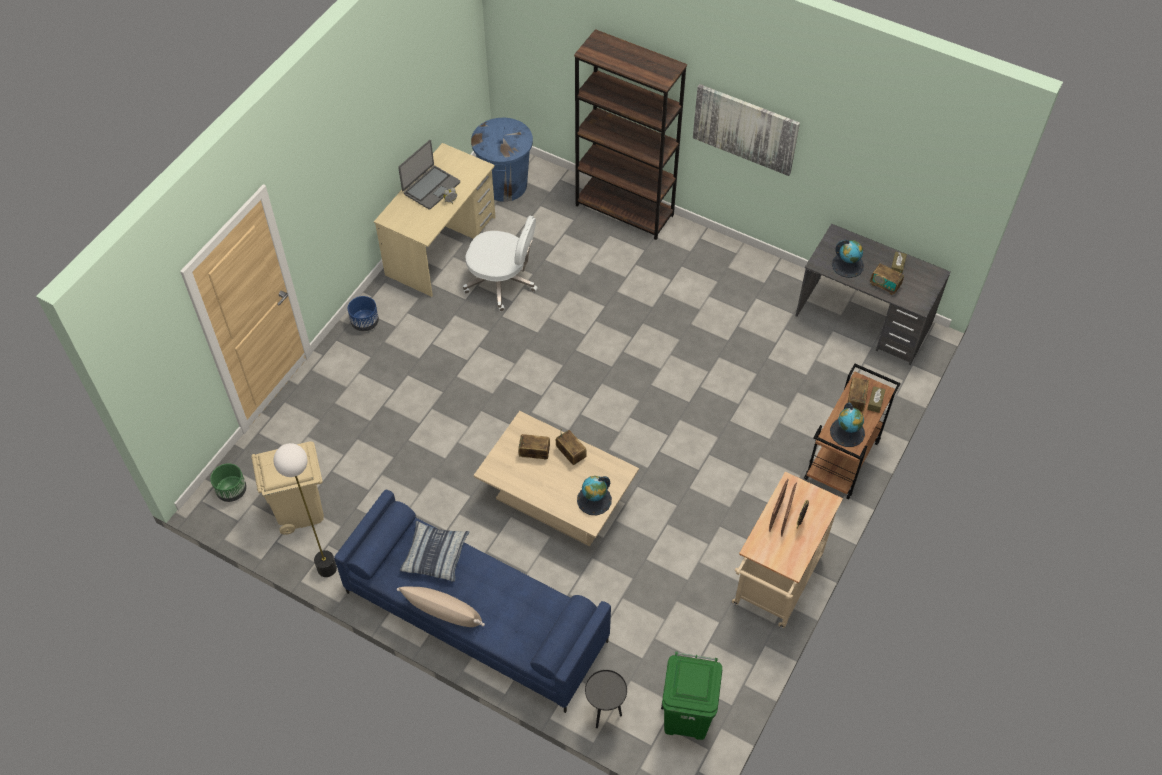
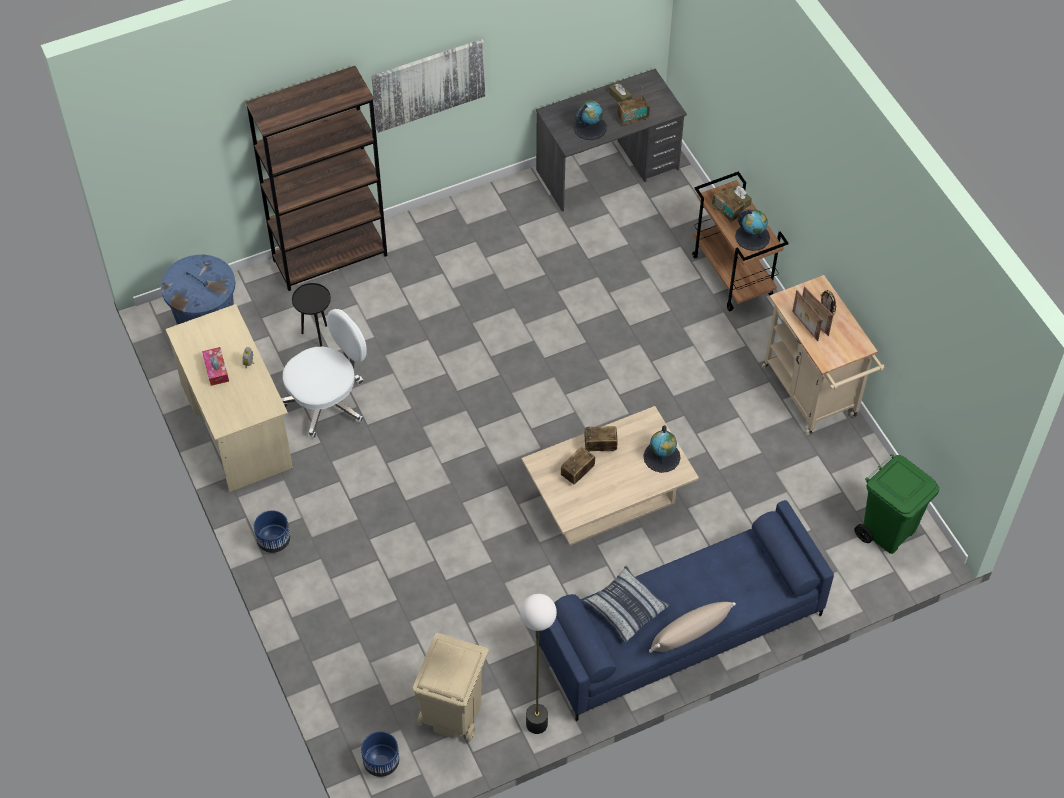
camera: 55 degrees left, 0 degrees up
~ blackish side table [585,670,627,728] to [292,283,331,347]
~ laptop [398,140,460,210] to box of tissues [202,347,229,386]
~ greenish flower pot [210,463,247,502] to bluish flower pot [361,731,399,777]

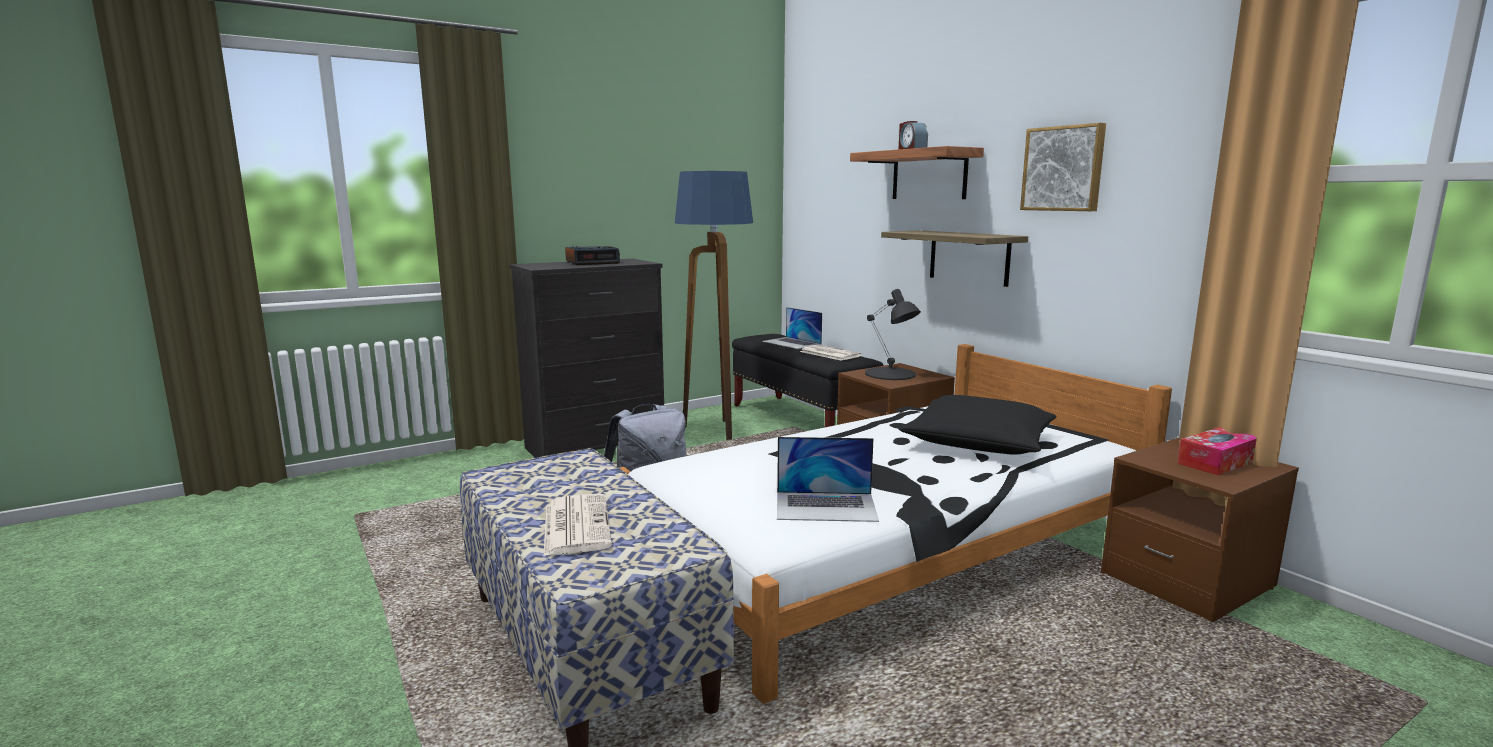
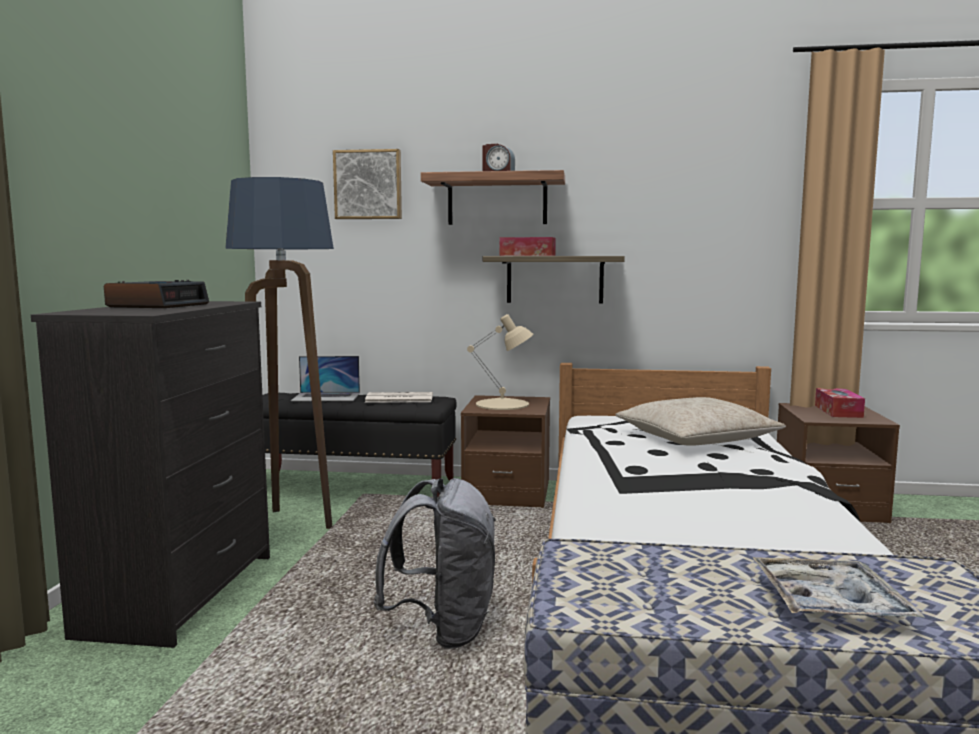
camera: 50 degrees left, 5 degrees down
- laptop [777,437,879,522]
+ box of tissues [499,237,556,256]
~ wall picture [1020,123,1106,211] to [333,149,402,219]
~ newspaper [543,494,612,556] to serving tray [752,557,925,618]
~ blackish lamp for a table [865,289,921,380] to sand-coloured lamp for a table [467,314,534,410]
~ blackish throw pillow [899,395,1056,455] to sand-coloured throw pillow [615,397,786,446]

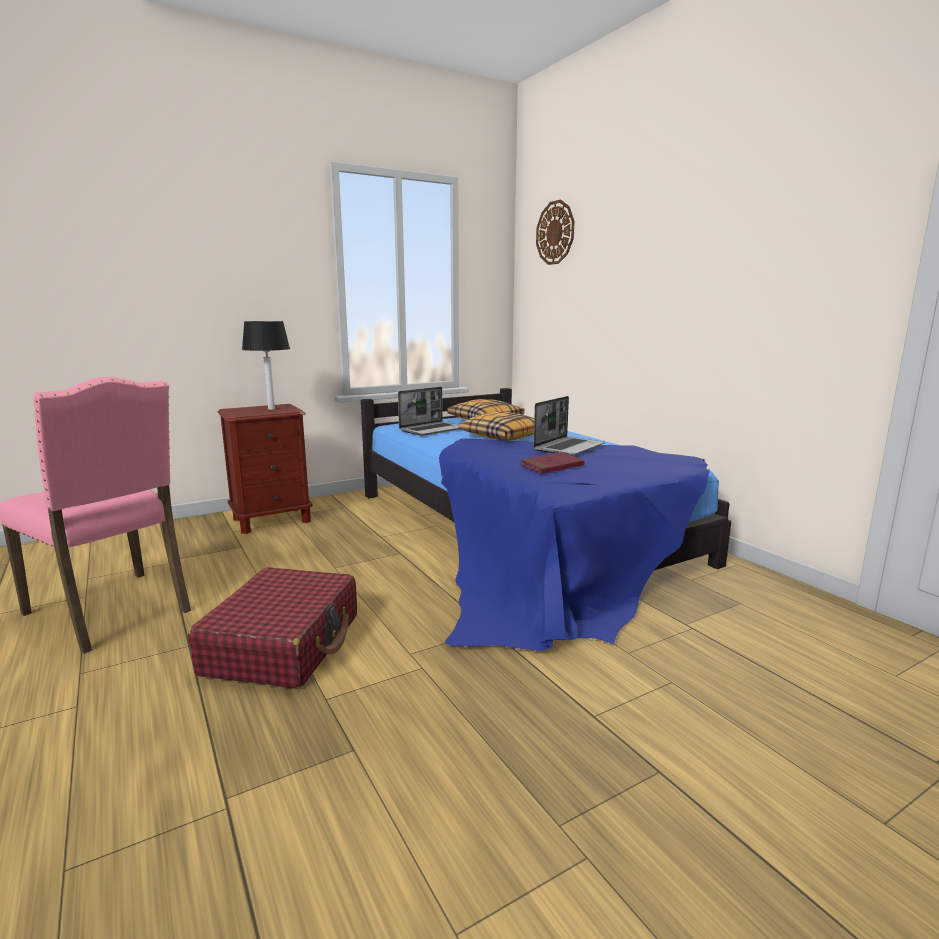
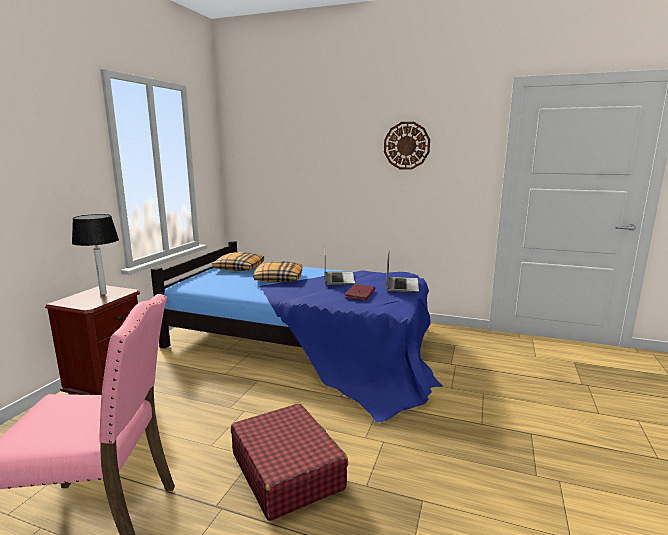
camera: 40 degrees left, 0 degrees up
~ laptop [398,387,459,436] to [386,252,419,293]
~ hanging clock [536,200,574,265] to [384,122,430,170]

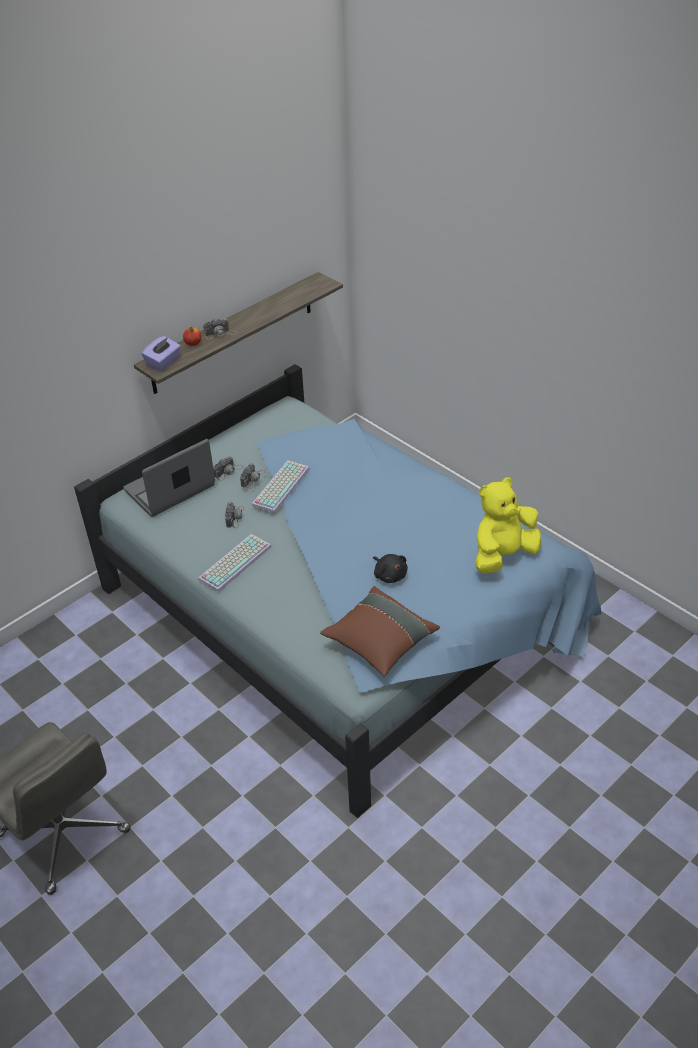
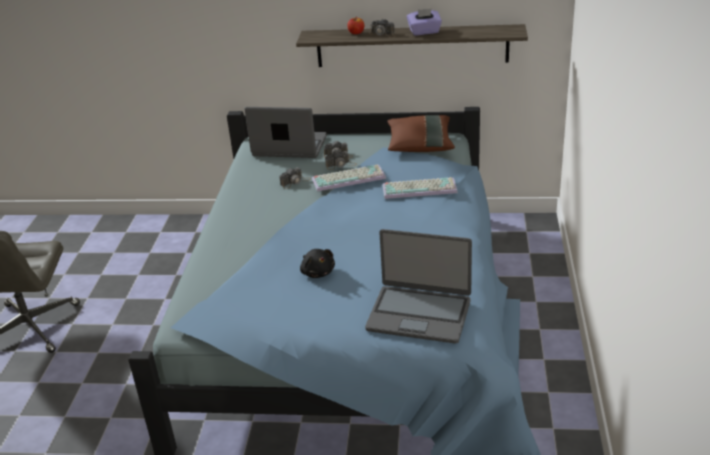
camera: 50 degrees right, 10 degrees down
~ purple box of tissues [142,336,181,371] to [407,8,442,36]
~ PC keyboard [198,534,272,592] to [383,177,458,199]
~ brown throw pillow [320,586,440,677] to [387,115,455,152]
~ yellow-coloured cuddly toy [475,477,541,573] to laptop [365,229,472,344]
~ blackish cuddly toy [373,554,408,583] = [300,249,335,278] 45 degrees counterclockwise

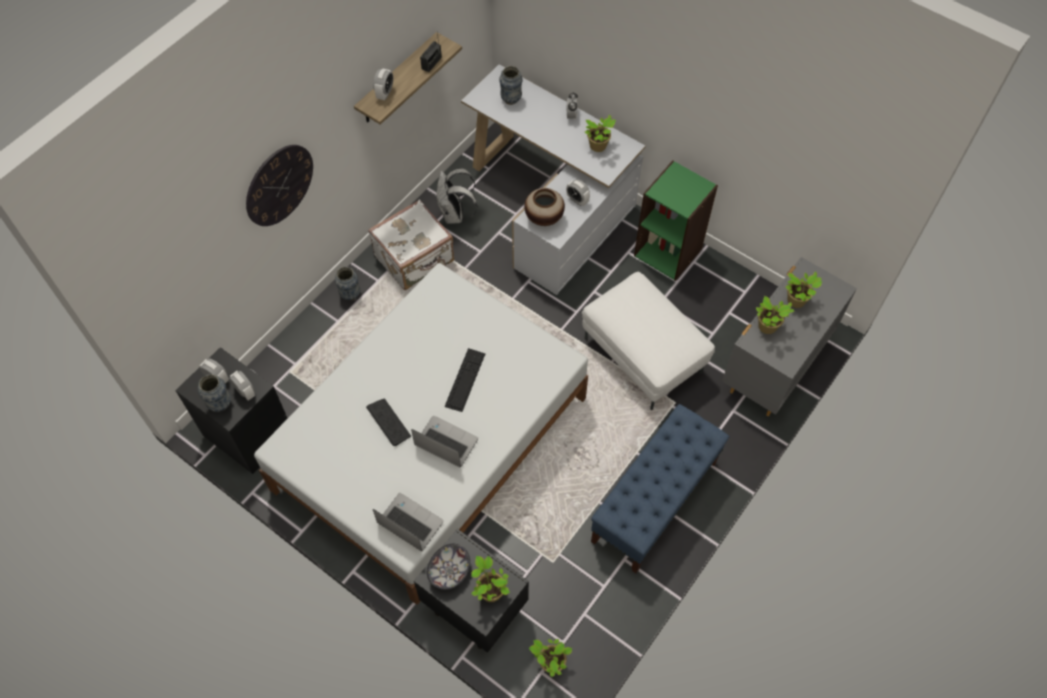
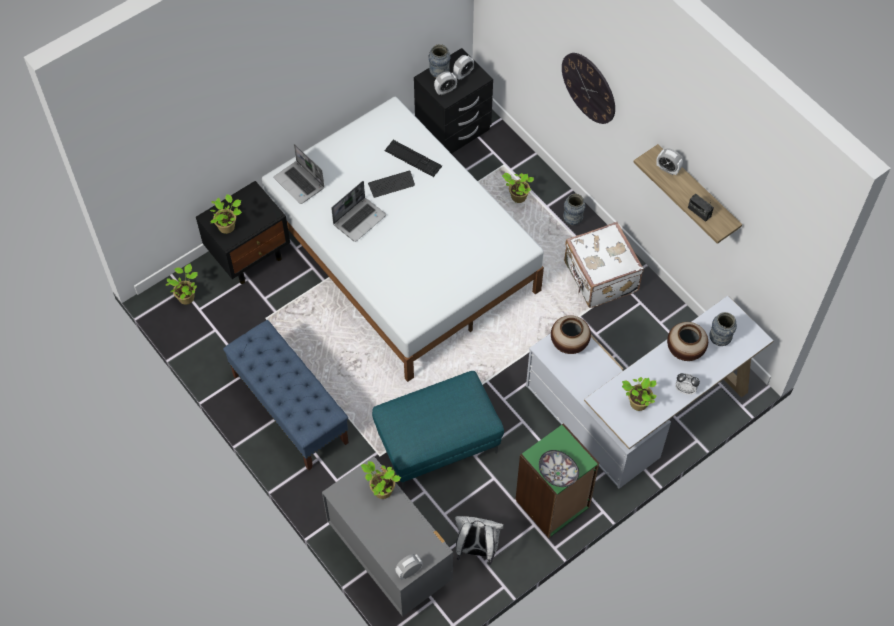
camera: 105 degrees right, 0 degrees up
+ decorative vase [667,322,708,361]
~ bowl [427,544,470,590] to [539,450,579,487]
~ white-coloured knapsack [436,168,478,224] to [455,516,504,565]
~ PC keyboard [445,348,485,412] to [384,140,442,177]
~ alarm clock [566,179,590,207] to [395,554,423,580]
~ plant in a pot [786,271,822,308] to [502,173,534,203]
~ white-coloured pouffe [582,272,715,410] to turquoise pouffe [372,371,504,489]
~ laptop [373,493,444,551] = [273,144,324,204] 90 degrees clockwise

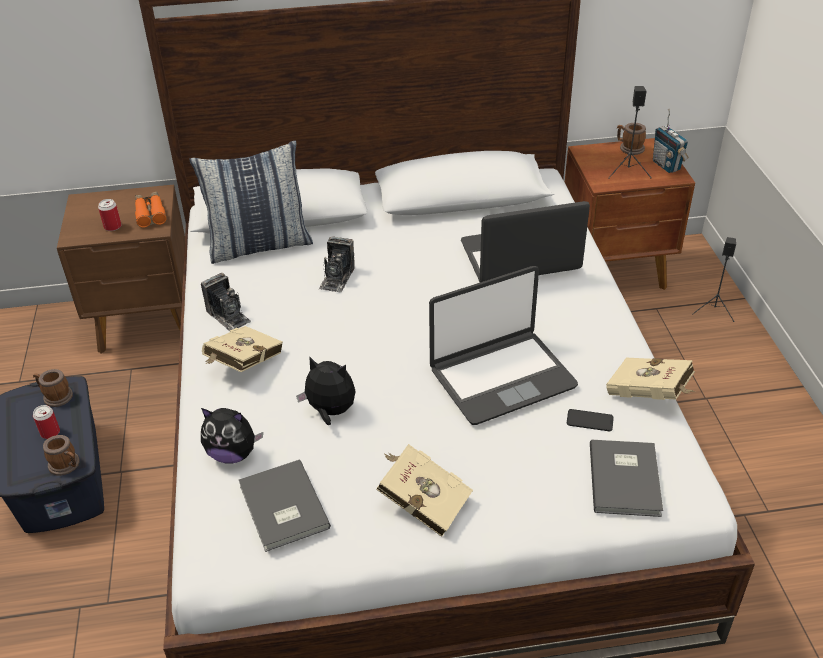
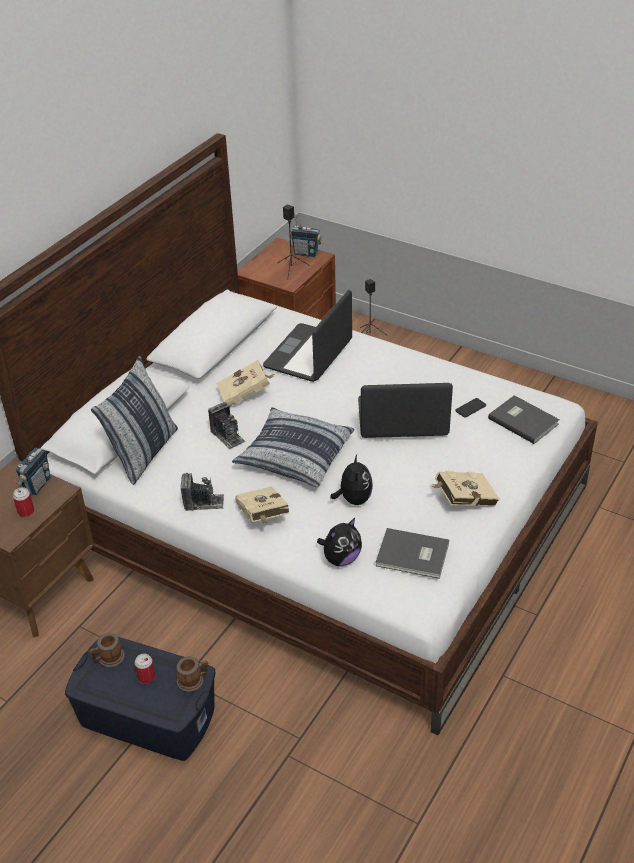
camera: 50 degrees left, 0 degrees up
- coffee mug [617,123,646,155]
+ throw pillow [232,407,354,487]
~ sand-coloured book [606,358,696,400] to [216,360,275,407]
~ orangey pair of binoculars [135,192,167,228] to radio receiver [14,448,50,495]
~ cuddly toy [296,357,356,425] = [330,454,373,505] 120 degrees clockwise
~ laptop [429,266,578,425] = [358,383,453,438] 105 degrees counterclockwise

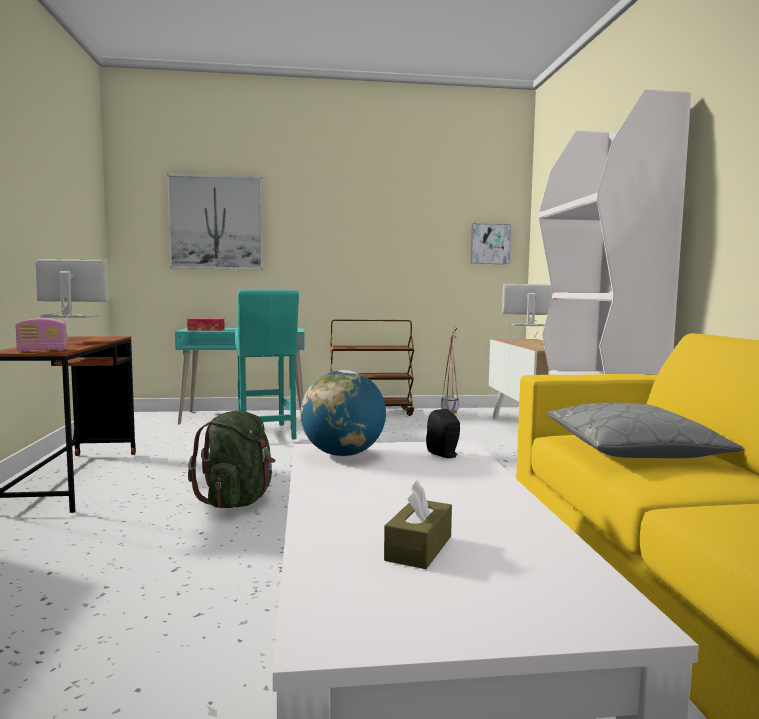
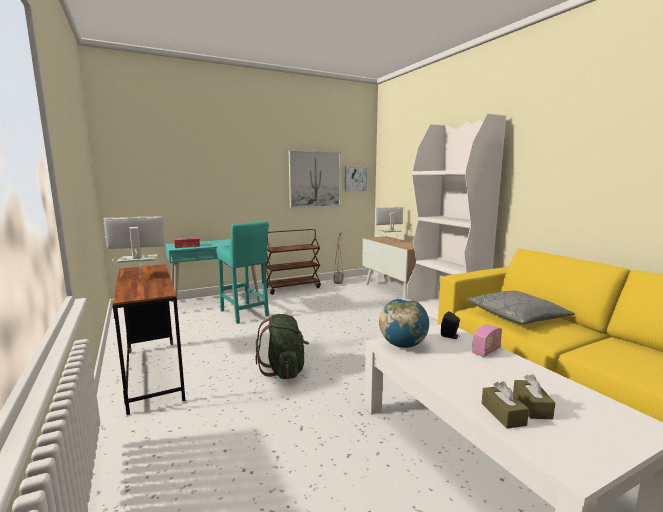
camera: 20 degrees left, 5 degrees up
+ brown box of tissues [482,381,529,429]
~ radio receiver [15,318,67,352] to [472,325,502,357]
~ wall picture [167,174,263,270] to [289,150,341,208]

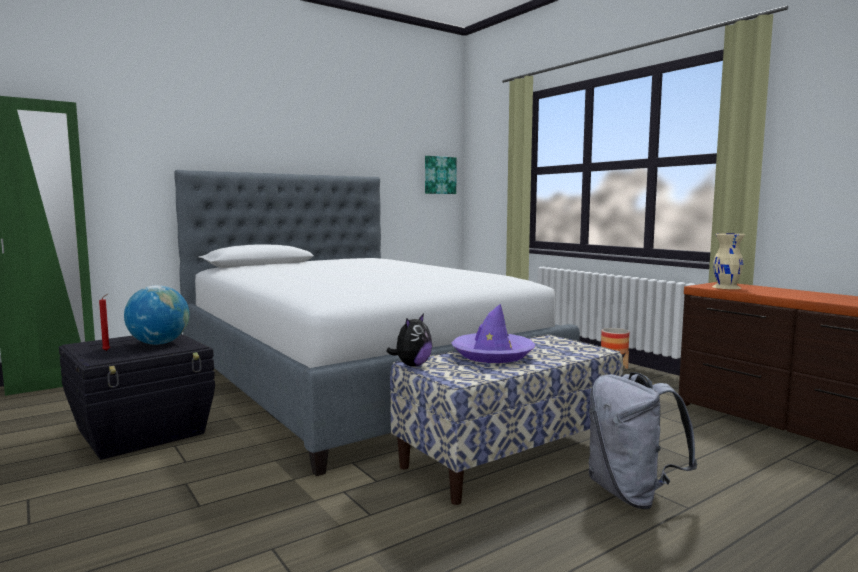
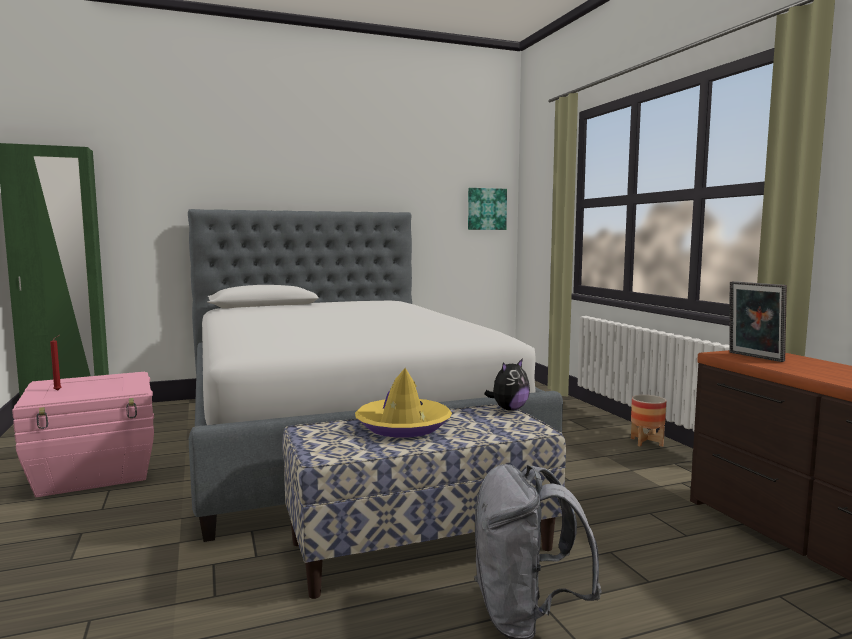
camera: 15 degrees right, 0 degrees up
- globe [124,285,189,345]
~ cuddly toy [386,313,432,367] to [485,358,530,411]
~ sand-coloured decorative vase [712,233,745,289] to standing frame [729,281,787,362]
~ blackish storage bin [59,334,215,460] to pink-coloured storage bin [12,372,154,497]
~ purple hat [451,303,535,363] to yellow-coloured hat [355,368,452,438]

